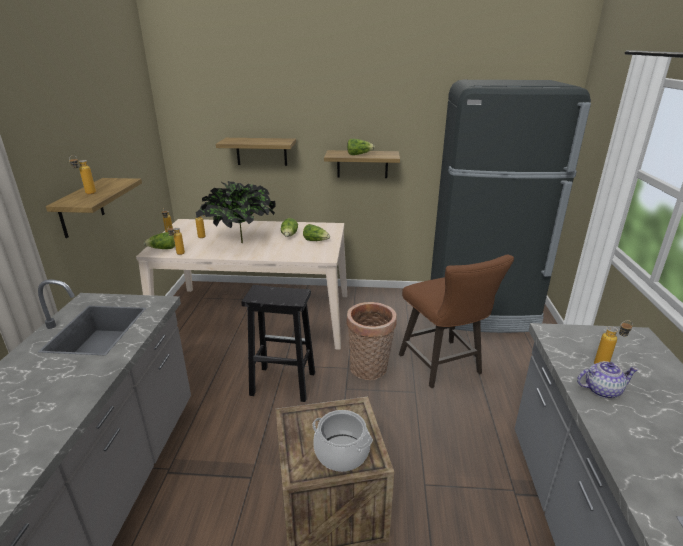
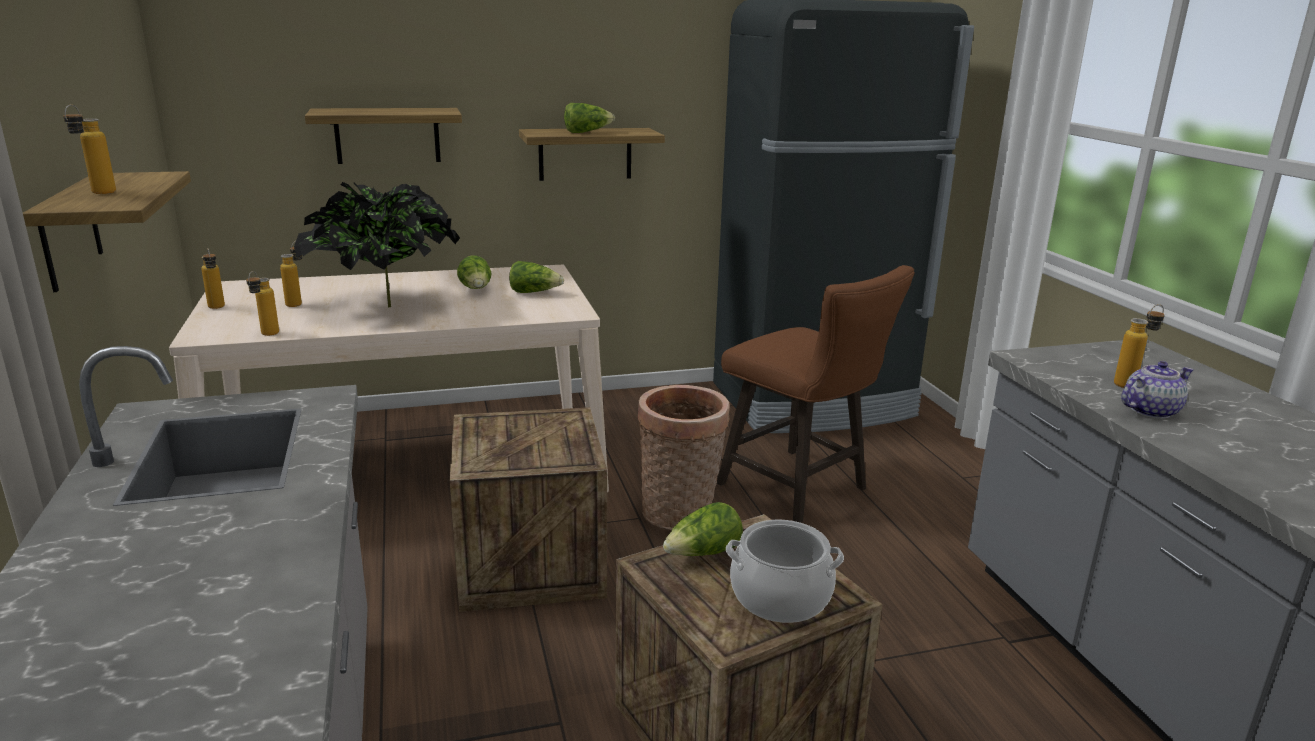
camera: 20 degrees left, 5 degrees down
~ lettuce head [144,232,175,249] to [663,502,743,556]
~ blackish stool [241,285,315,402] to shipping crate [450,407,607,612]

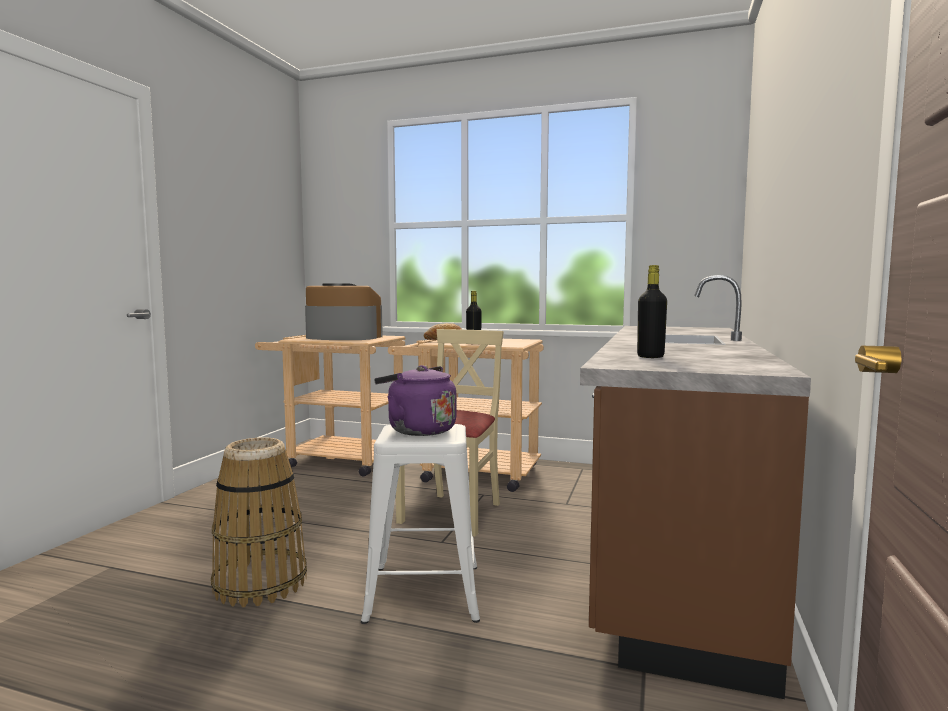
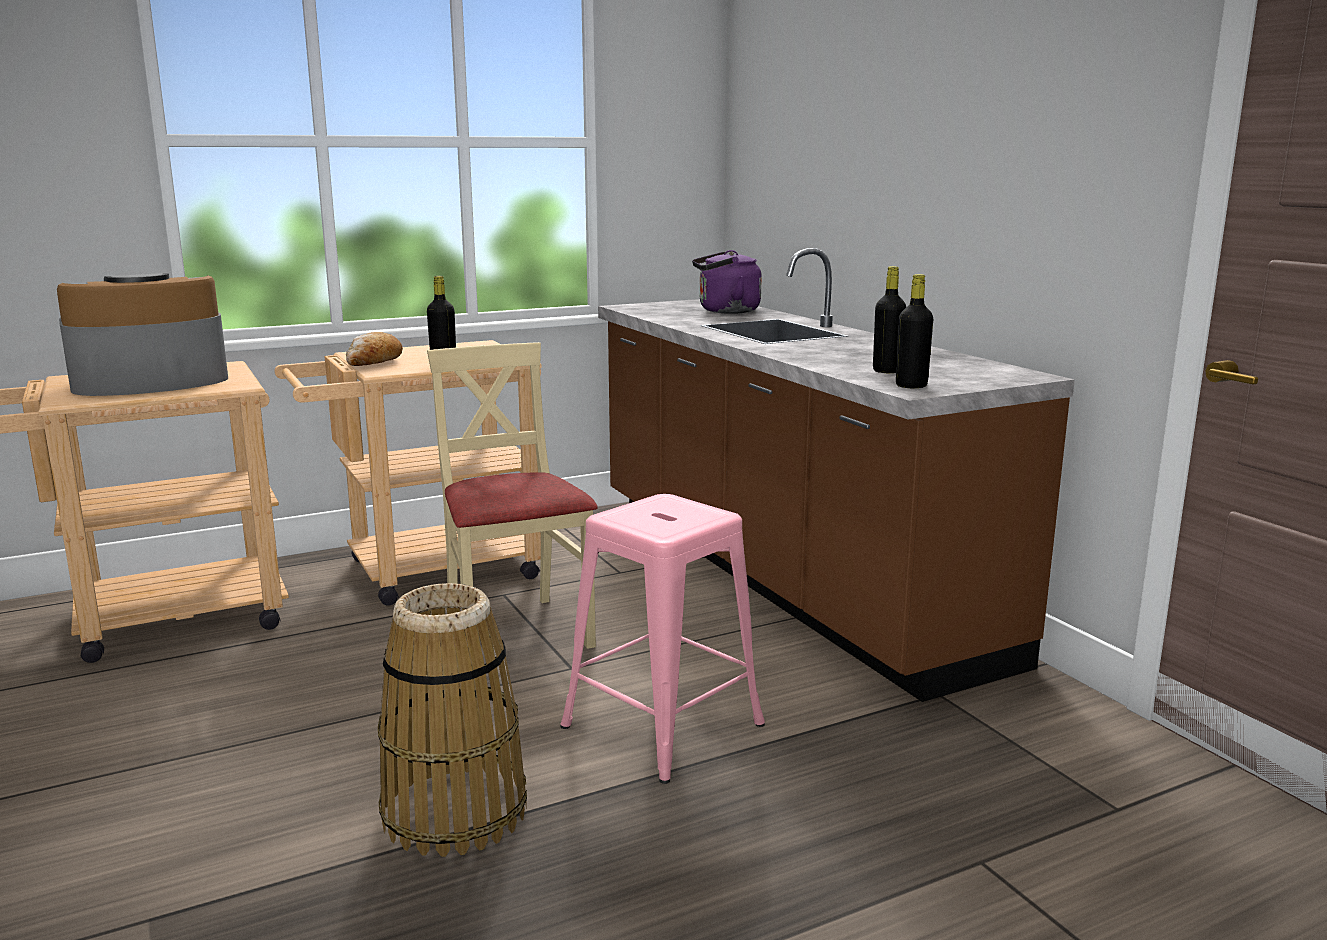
camera: 45 degrees left, 10 degrees up
+ blackish bottle [896,274,933,388]
~ purple kettle [374,365,457,436] to [692,250,762,314]
~ white-coloured stool [361,424,480,624] to pink-coloured stool [560,494,765,784]

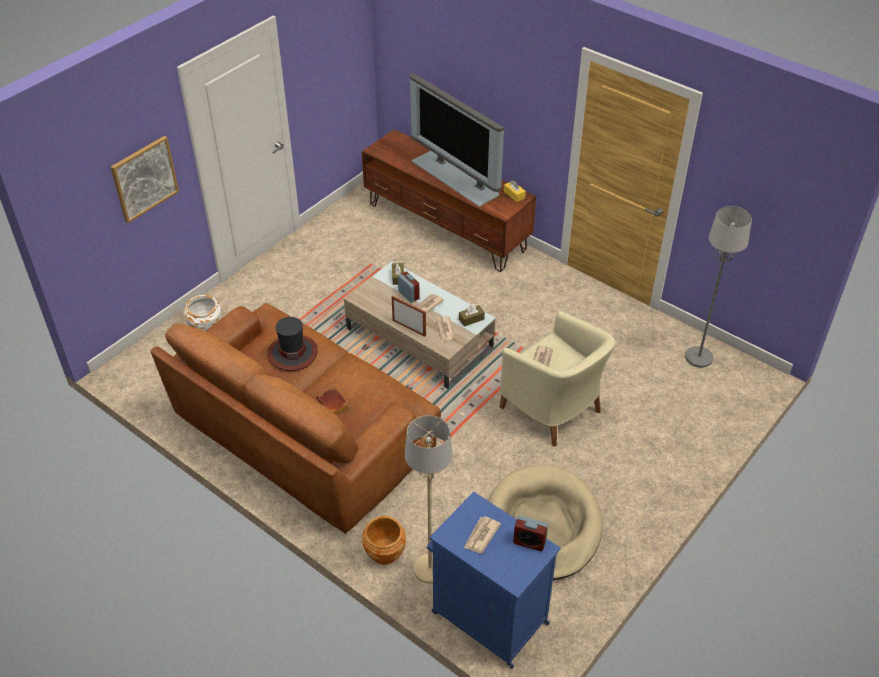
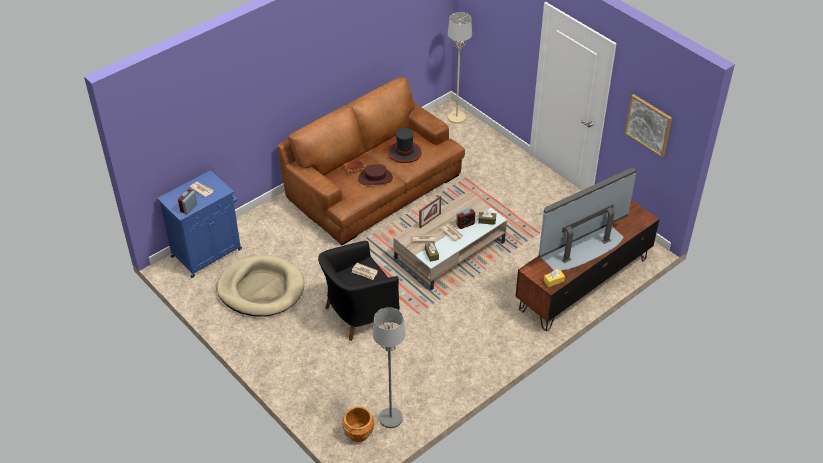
camera: 100 degrees right, 0 degrees up
- white-coloured flower pot [184,295,221,331]
+ brown hat [358,164,393,185]
~ wall picture [111,136,179,223] to [625,94,672,157]
~ brown flower pot [362,516,406,565] to [342,406,374,442]
~ sand-coloured floor lamp [405,415,452,584] to [448,12,472,124]
~ sand-coloured easy chair [500,311,615,446] to blackish easy chair [318,241,400,341]

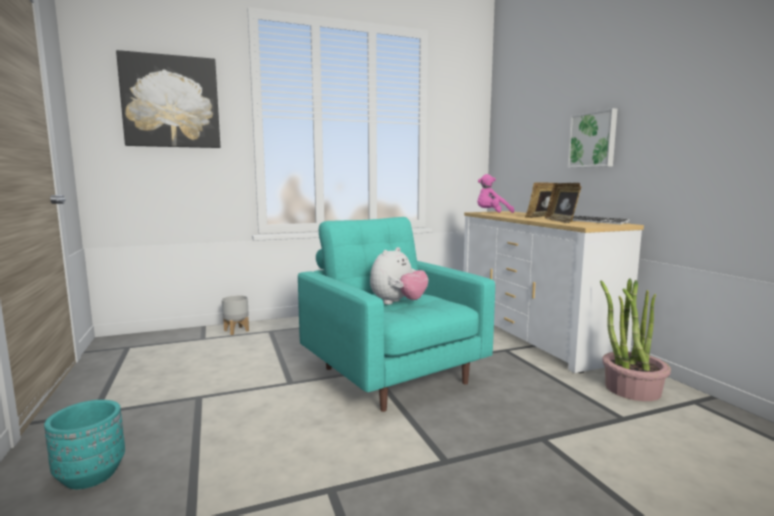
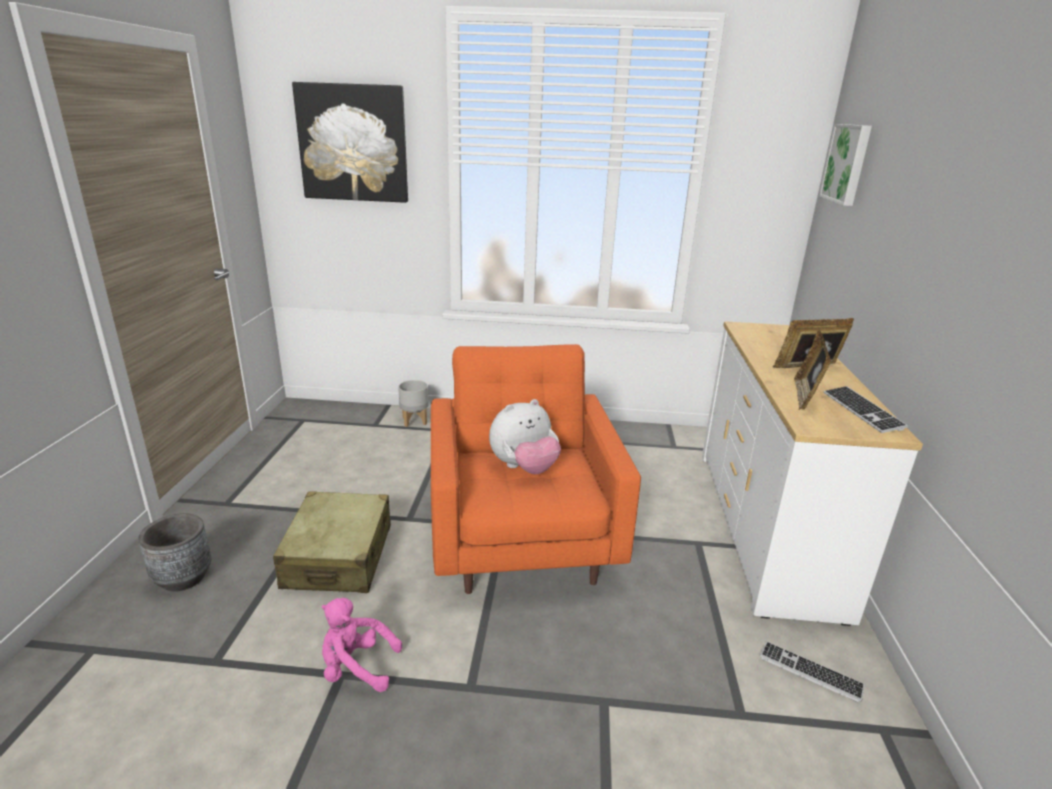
camera: 25 degrees right, 15 degrees up
+ sand-coloured piece of luggage [273,491,391,593]
~ pink-coloured cuddly toy [477,174,514,213] to [322,598,402,692]
~ wall picture [567,108,617,168] to [819,124,872,206]
~ plant in a pot [600,278,671,401] to PC keyboard [760,641,865,702]
~ turquoise flower pot [44,400,125,489] to greyish flower pot [138,513,211,592]
~ turquoise easy chair [298,217,495,412] to orangey easy chair [431,344,641,594]

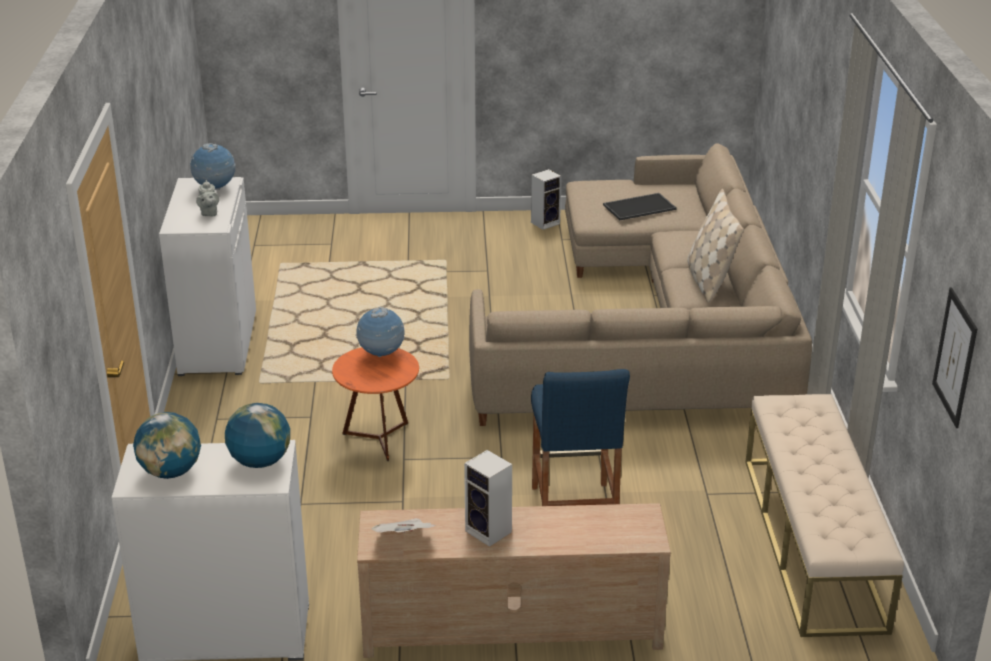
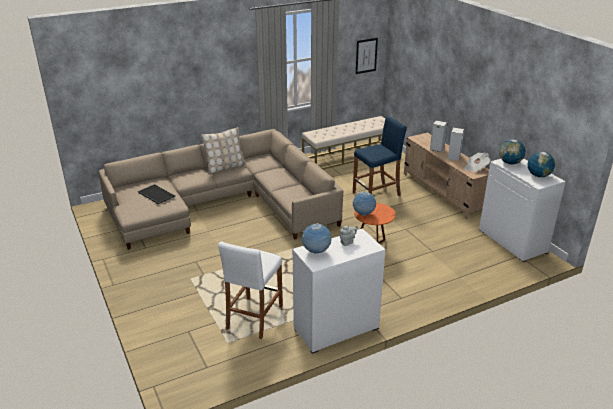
camera: 115 degrees left, 0 degrees up
+ white-coloured stool [218,241,283,339]
~ loudspeaker [531,169,561,230] to [430,120,448,153]

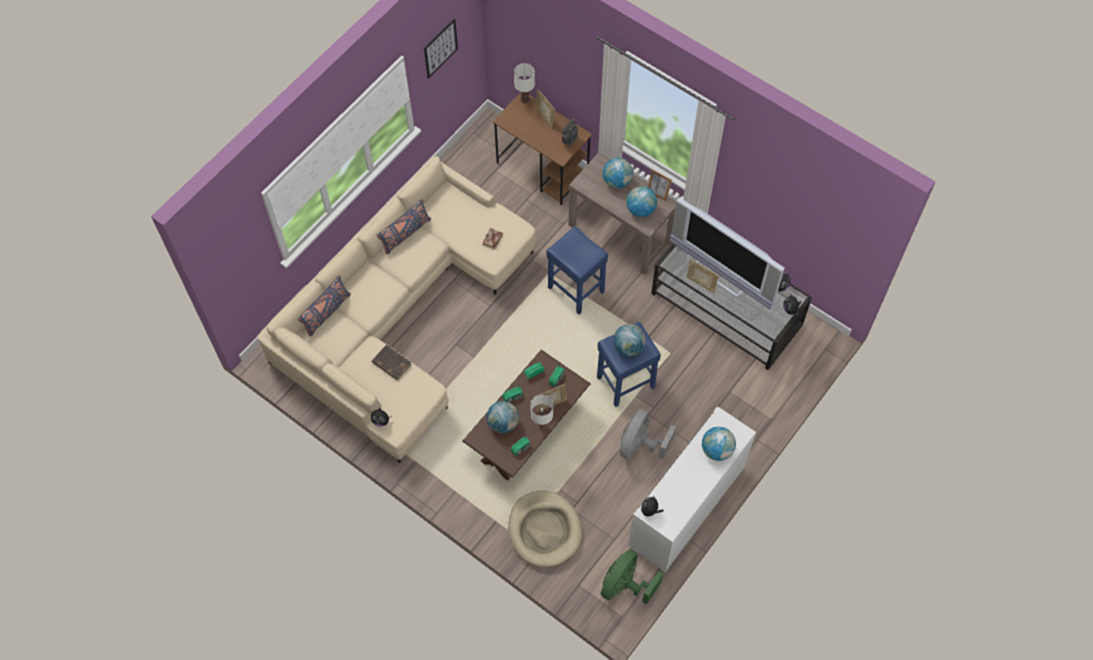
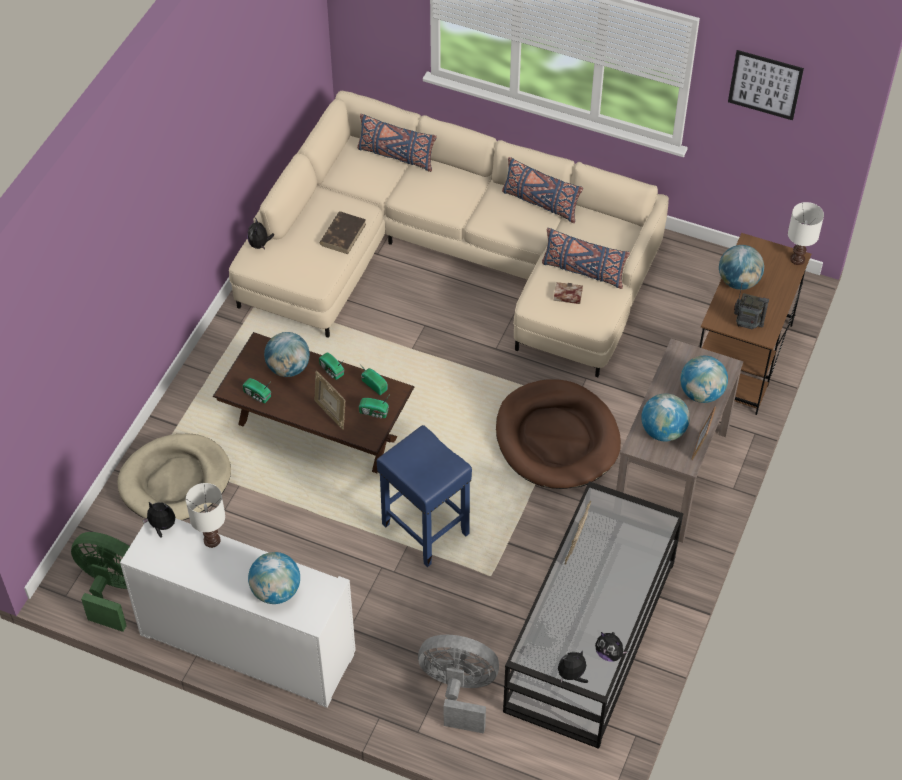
camera: 75 degrees right, 10 degrees down
- standing frame [535,89,555,128]
- TV [670,197,785,310]
+ bluish throw pillow [542,228,630,289]
~ white-coloured lamp for a table [530,395,553,430] to [186,483,225,548]
~ globe [613,324,646,356] to [719,245,764,290]
~ greyish fan [620,409,676,459] to [418,635,499,734]
~ bluish stool [546,226,608,315] to brown dog cushion [496,379,621,489]

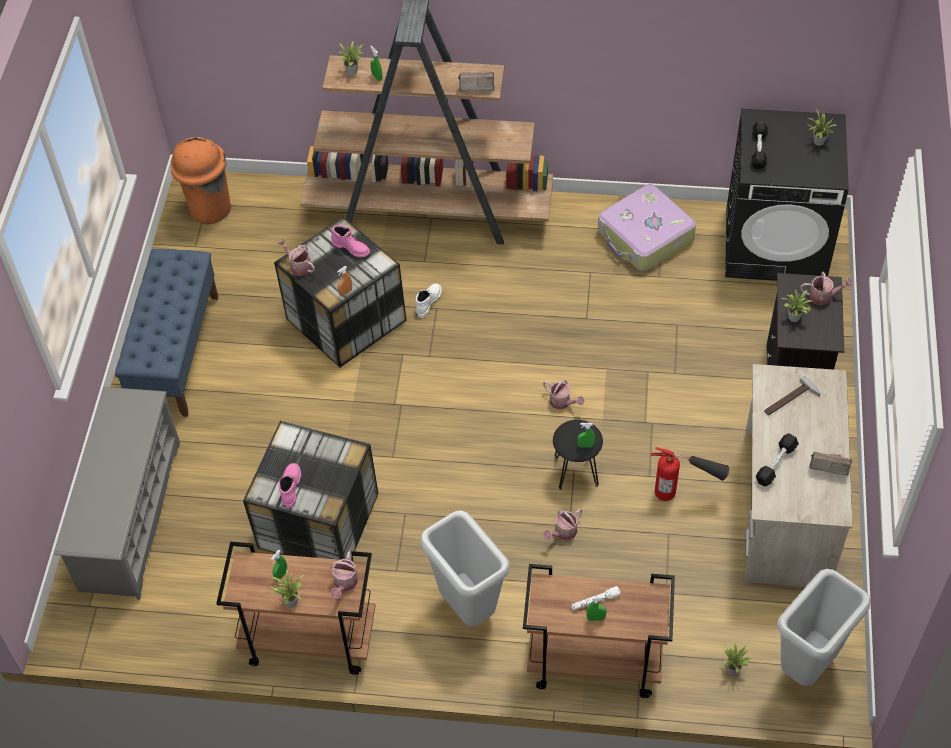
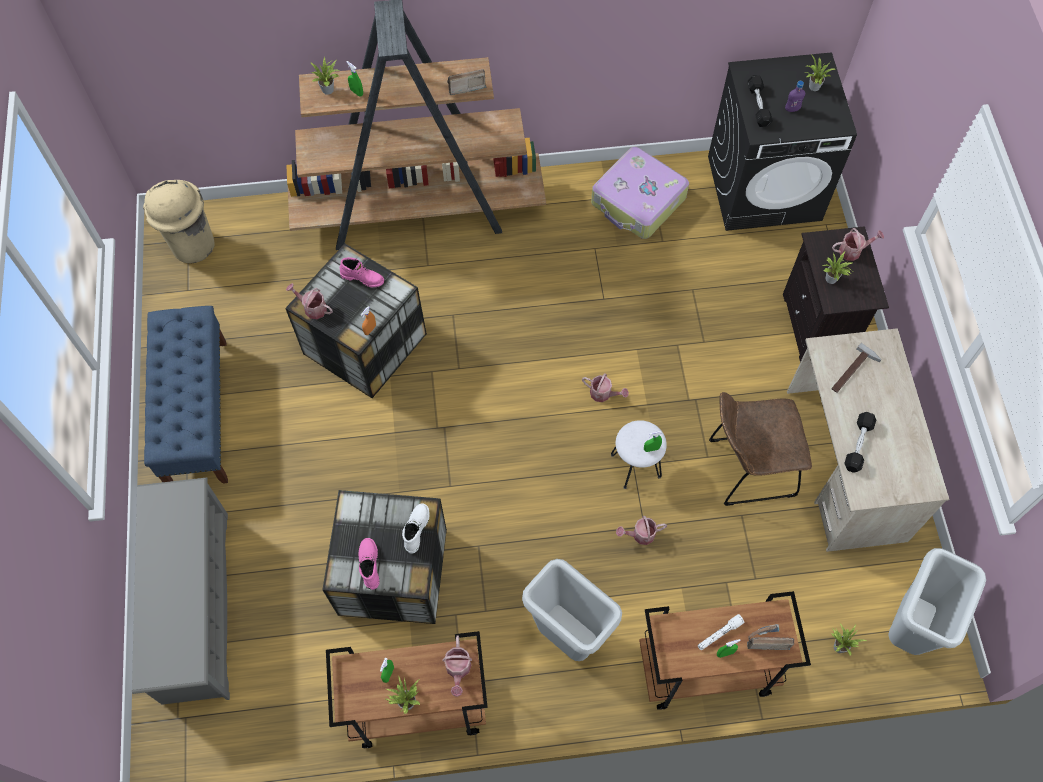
camera: 15 degrees left, 10 degrees up
+ purple bottle [785,81,805,112]
~ white-coloured high-top boot [416,283,442,318] to [402,503,429,554]
~ radio receiver [809,452,852,476] to [747,624,794,650]
~ extinguisher [651,447,729,501] to brown chair [709,392,812,506]
~ orangey waste bin [171,137,231,224] to sand-coloured waste bin [143,180,215,263]
~ blackish stool [553,420,603,490] to white-coloured stool [611,420,667,489]
~ watering pot [543,509,582,540] = [616,516,667,545] 45 degrees clockwise

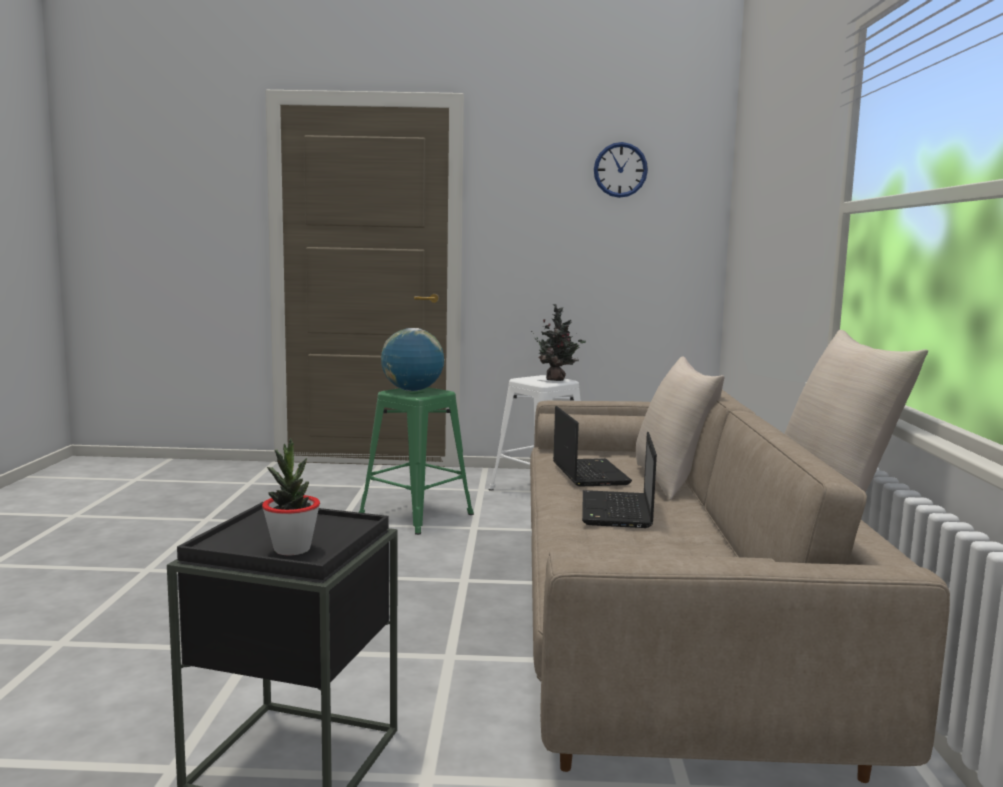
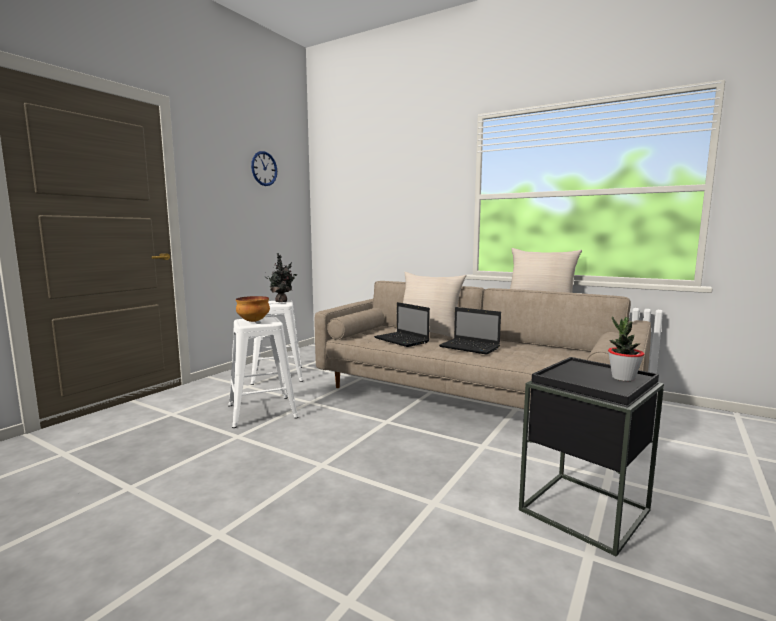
camera: 60 degrees left, 0 degrees up
~ globe [381,328,445,391] to bowl [236,296,270,322]
~ greenish stool [359,387,474,535] to white-coloured stool [228,317,299,428]
~ laptop [553,406,632,487] = [374,302,430,347] 150 degrees counterclockwise

